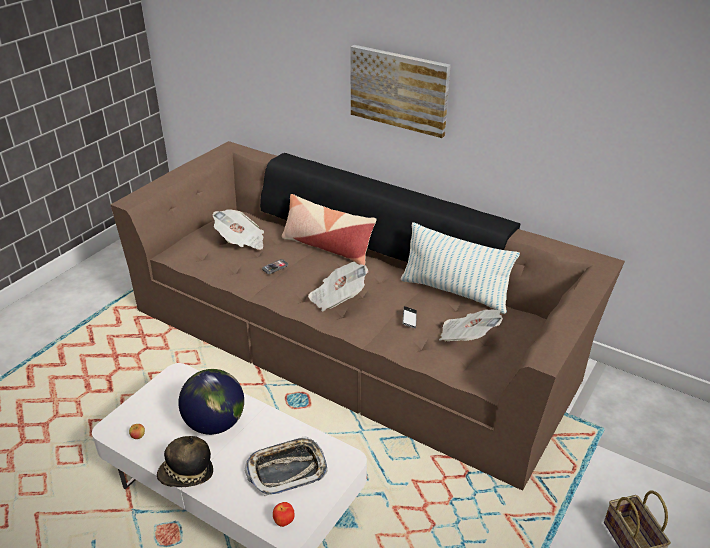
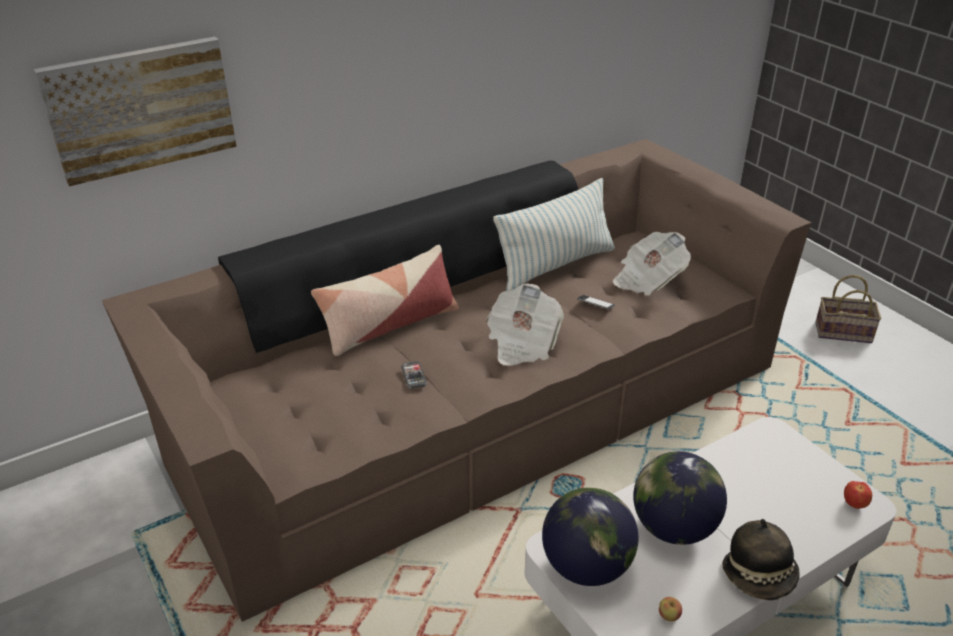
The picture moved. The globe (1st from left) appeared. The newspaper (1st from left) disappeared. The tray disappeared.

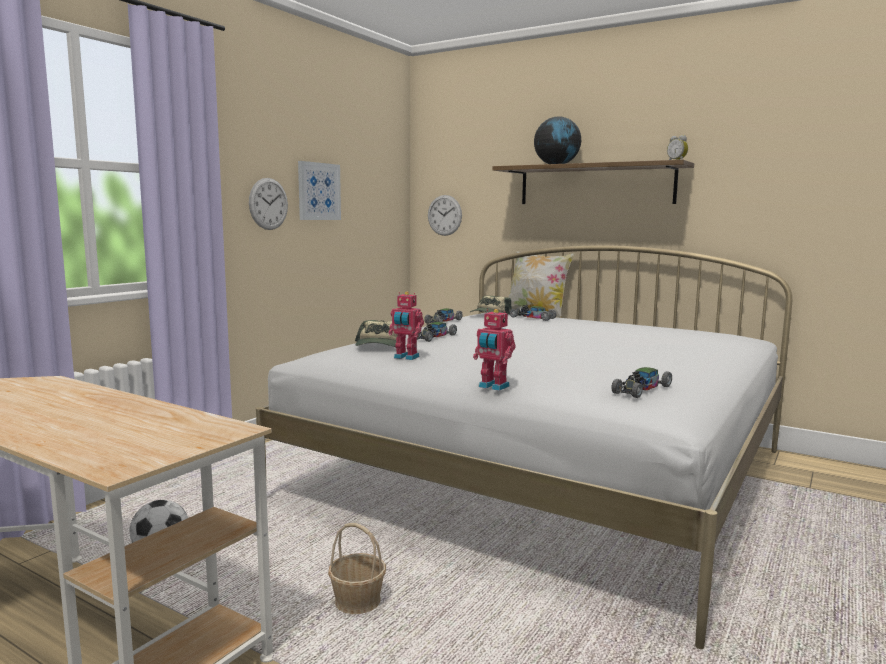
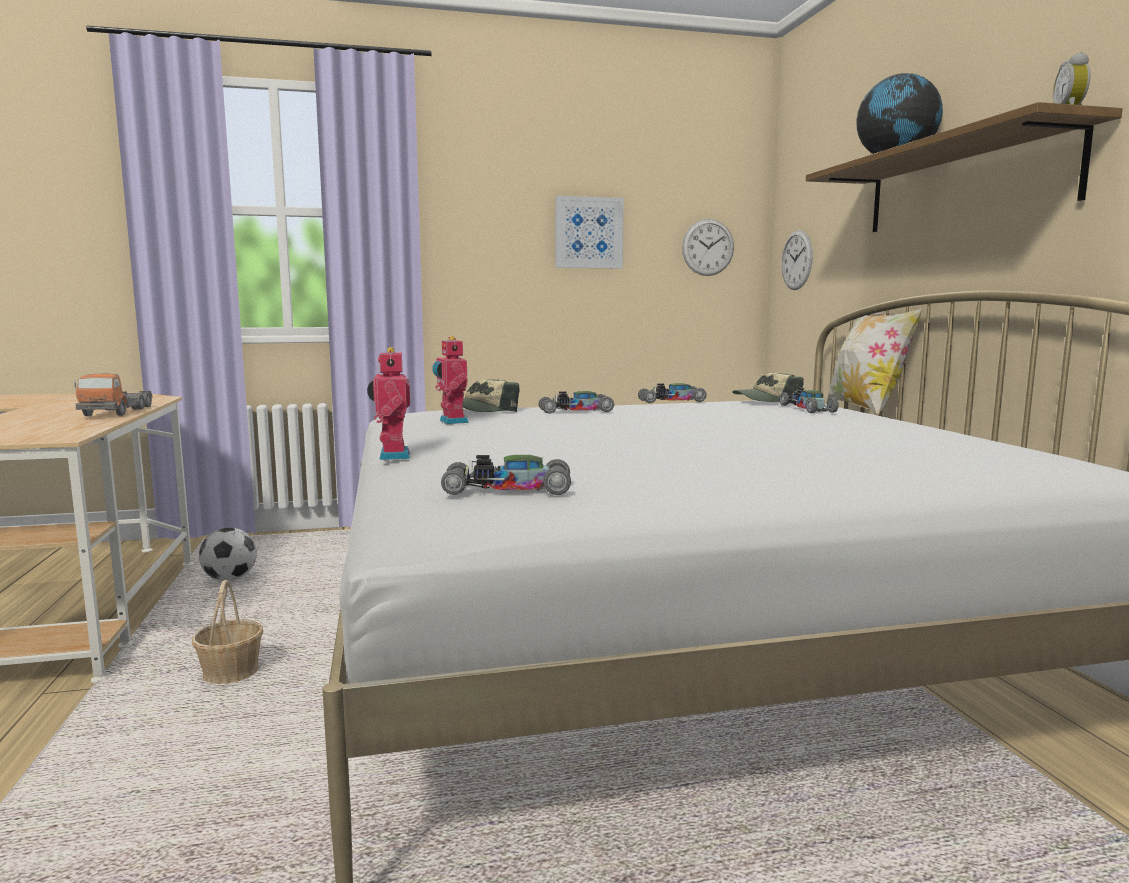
The toy truck appeared. The wall clock (1st from left) moved.

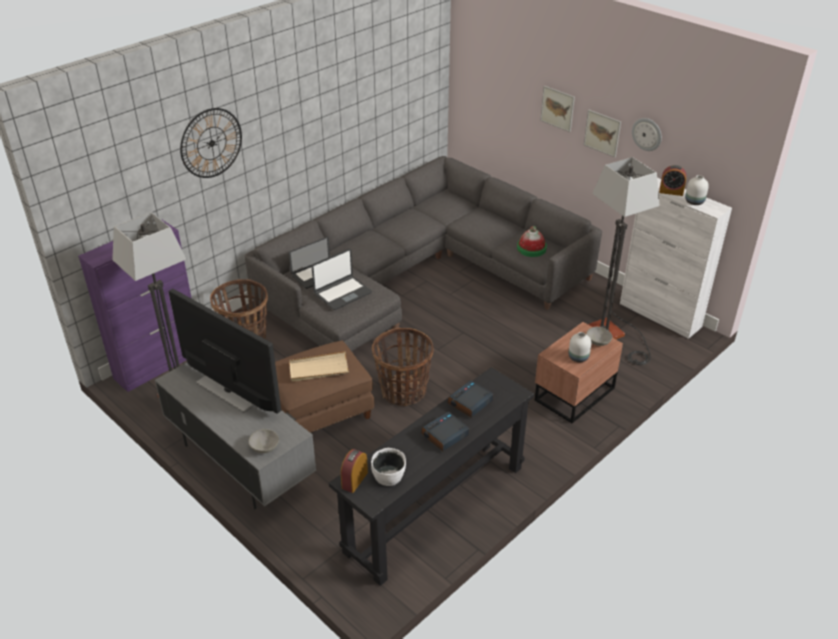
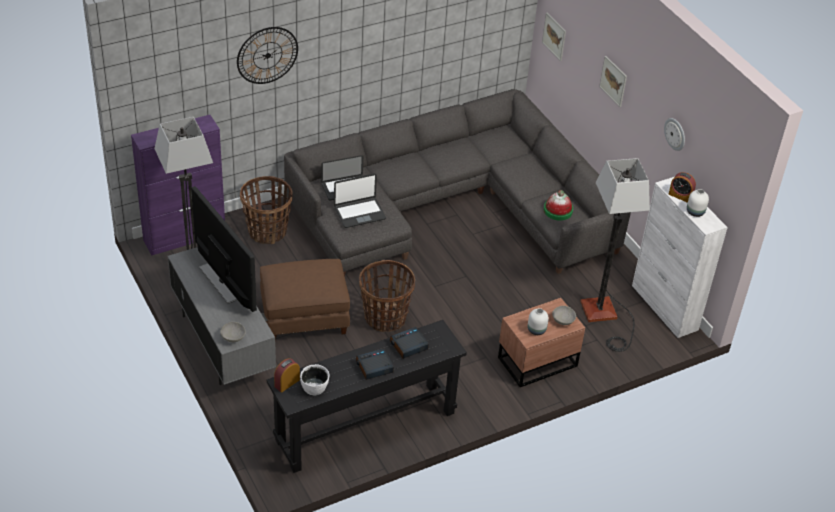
The picture (2nd from left in the first image) moved. The tray/beige disappeared.

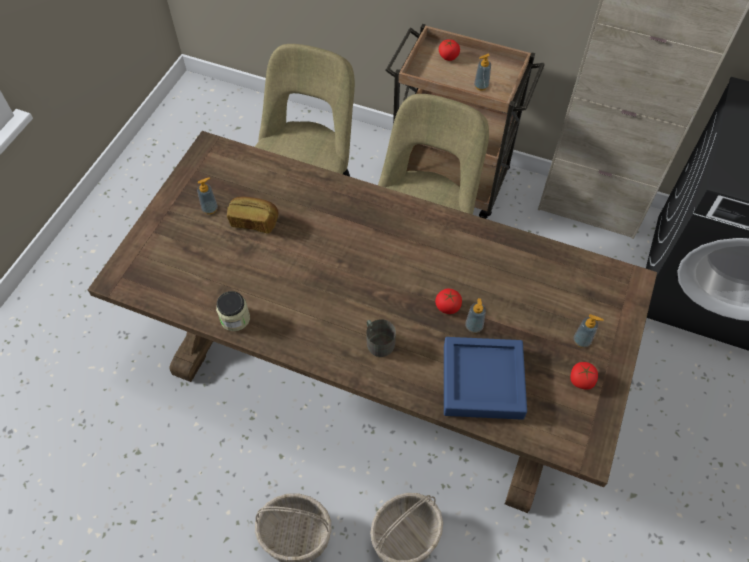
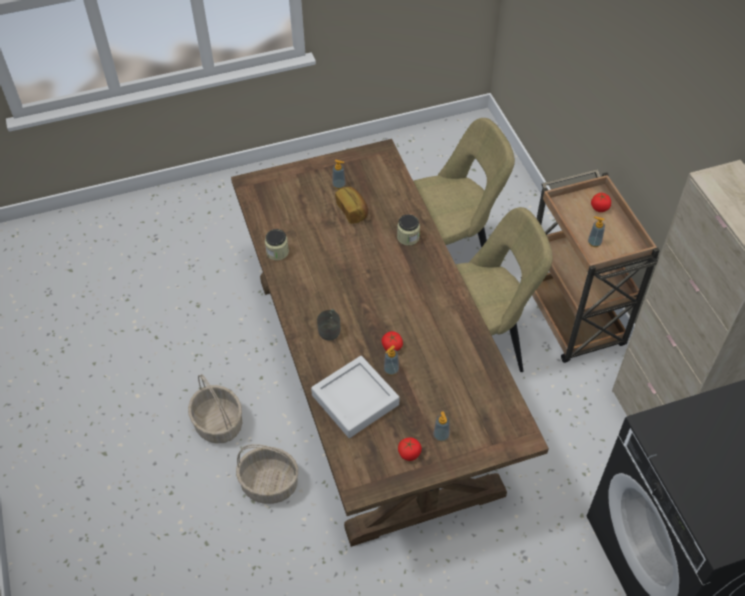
The tray/blue became the tray/grey. The jar (2nd from left) appeared.

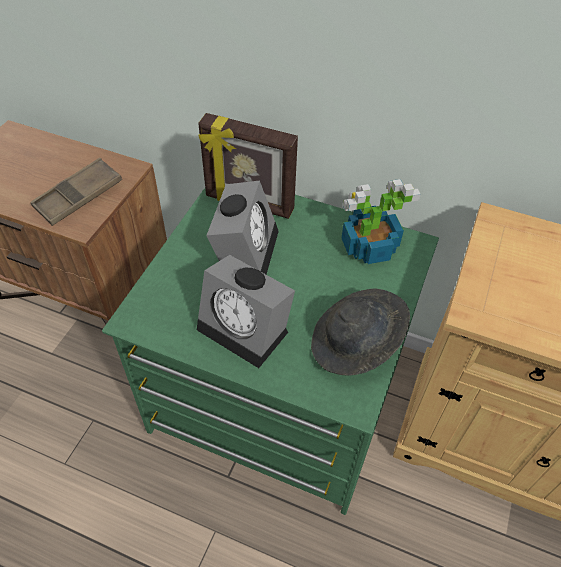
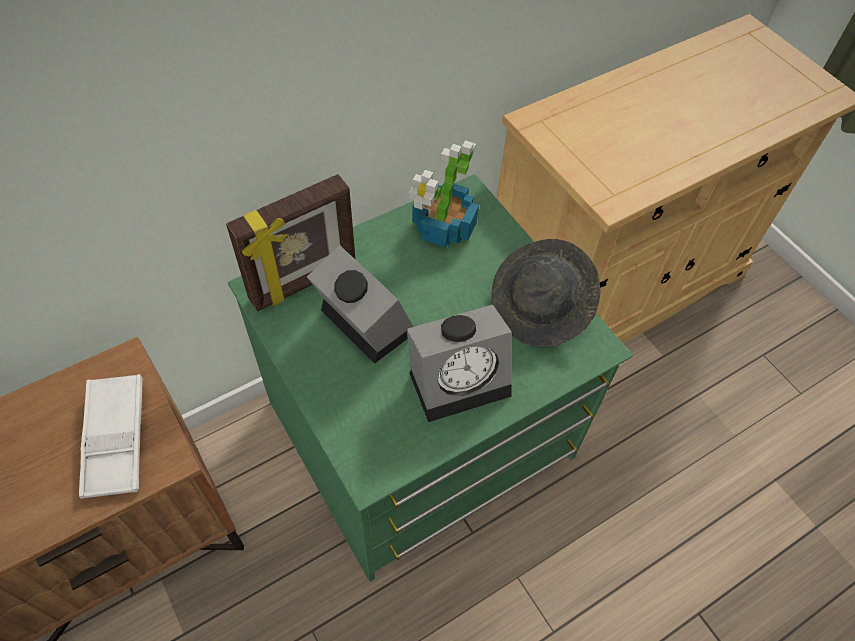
The tray/brown became the tray/white.

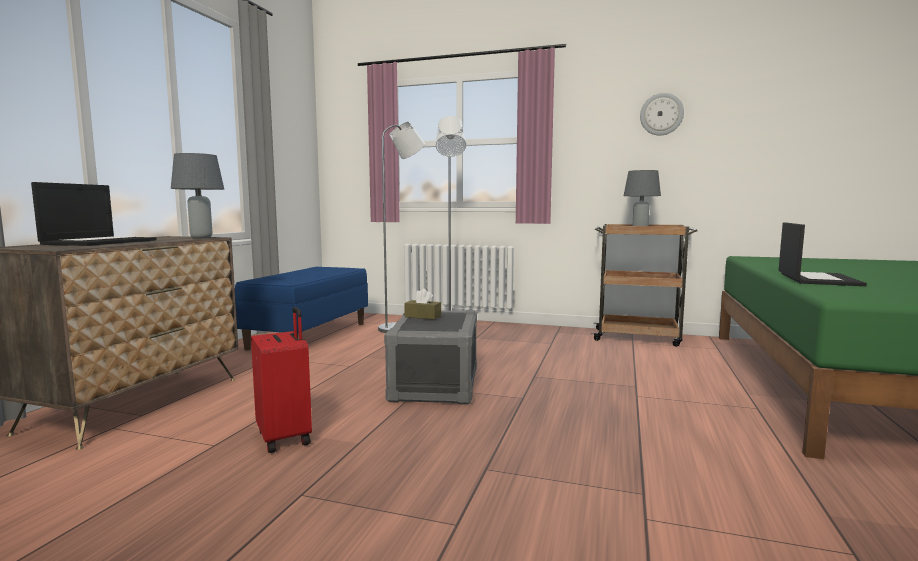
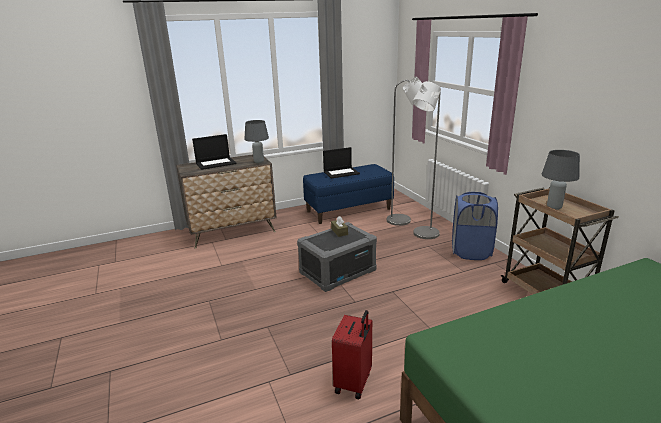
The laptop (2nd from left) moved. The suitcase/red moved. The laundry basket/blue appeared. The wall clock disappeared.

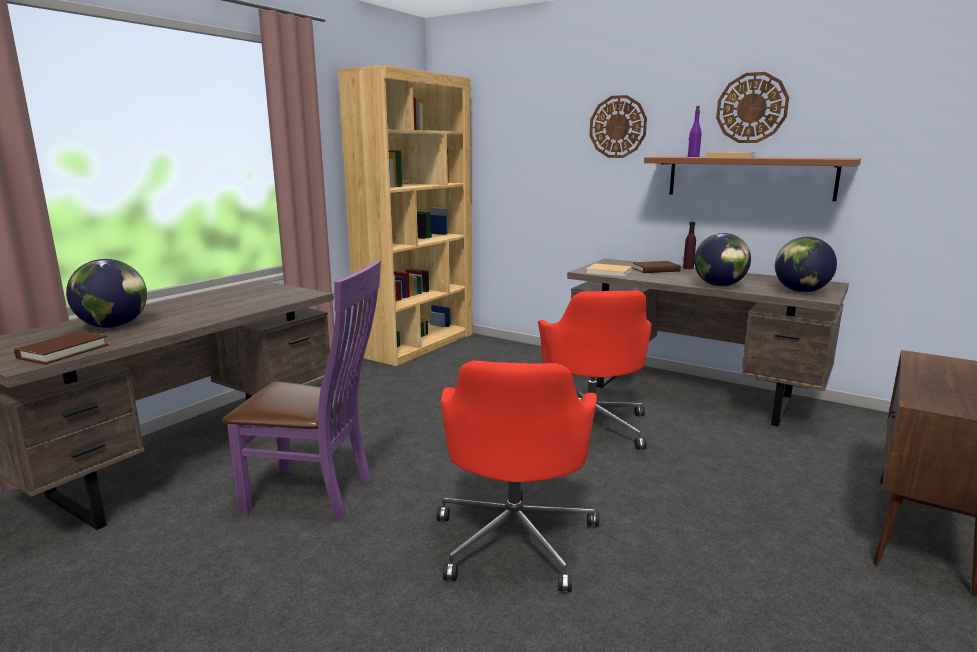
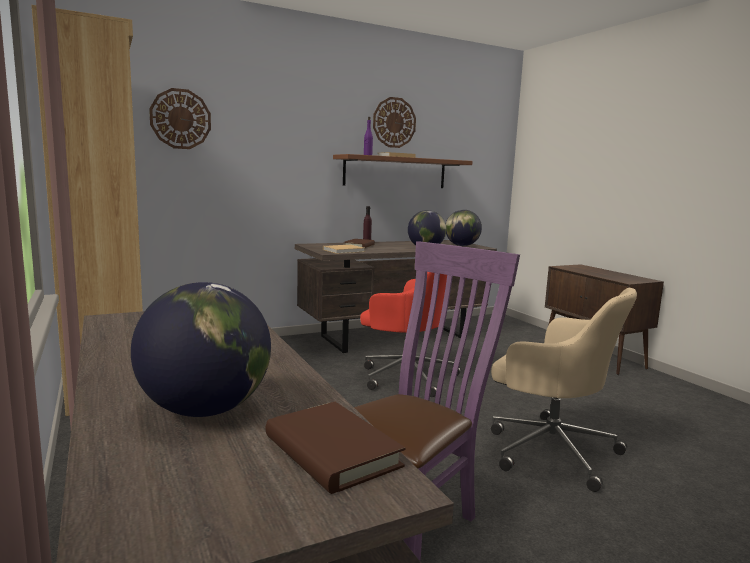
The wall clock (1st from left) moved. The office chair/red (1st from left) became the office chair/beige.

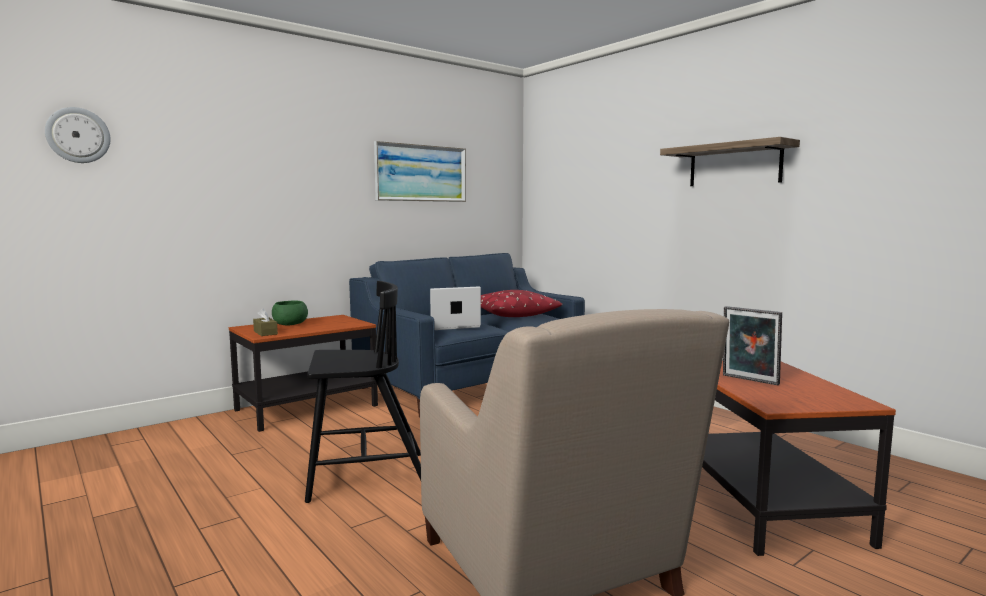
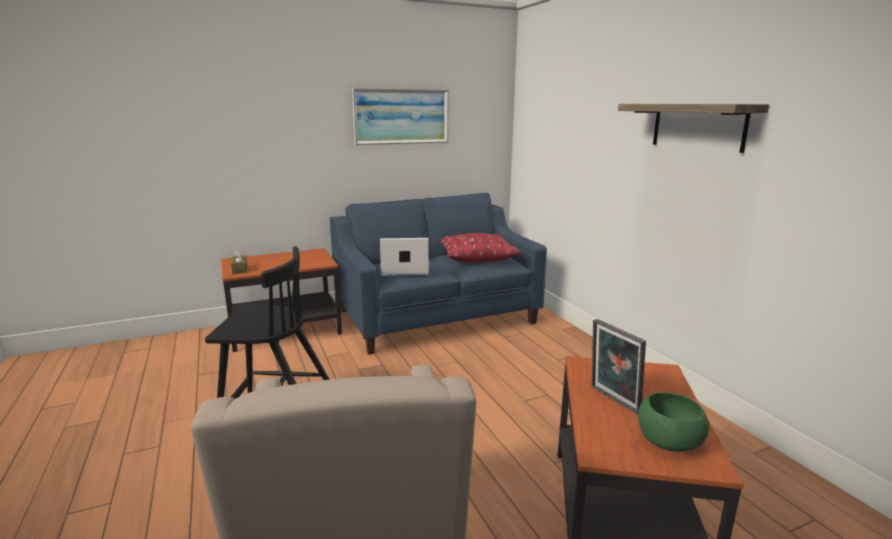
The bowl/green moved. The wall clock disappeared.

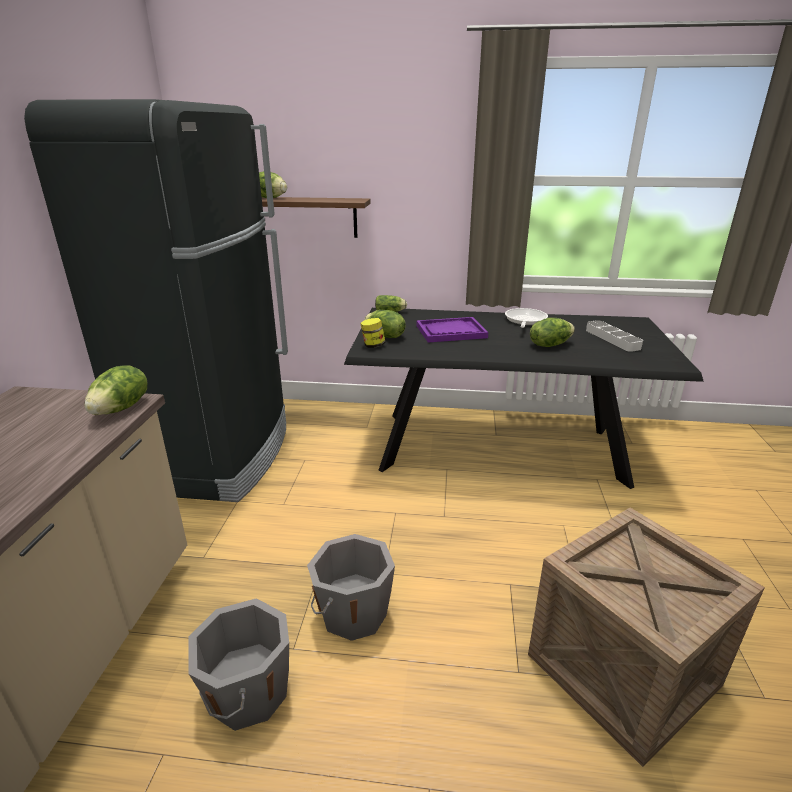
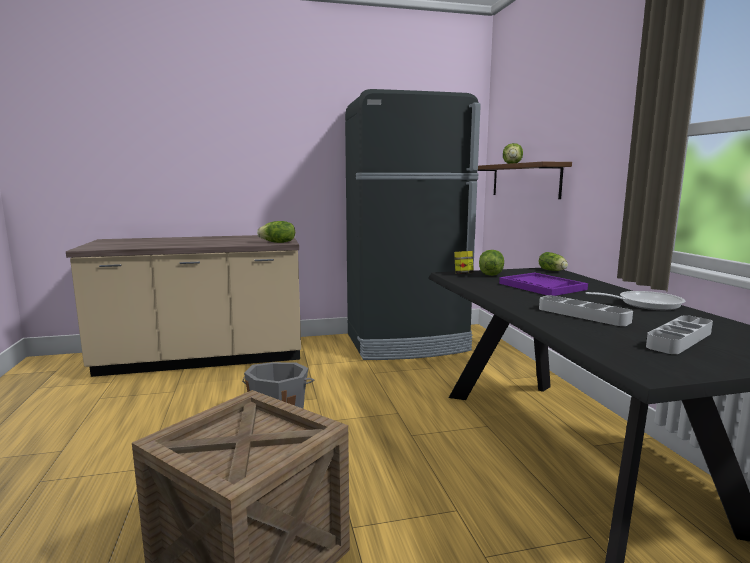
The lettuce (5th from left) was replaced by the tray/grey (1st from left). The bucket/grey (1st from left) disappeared.

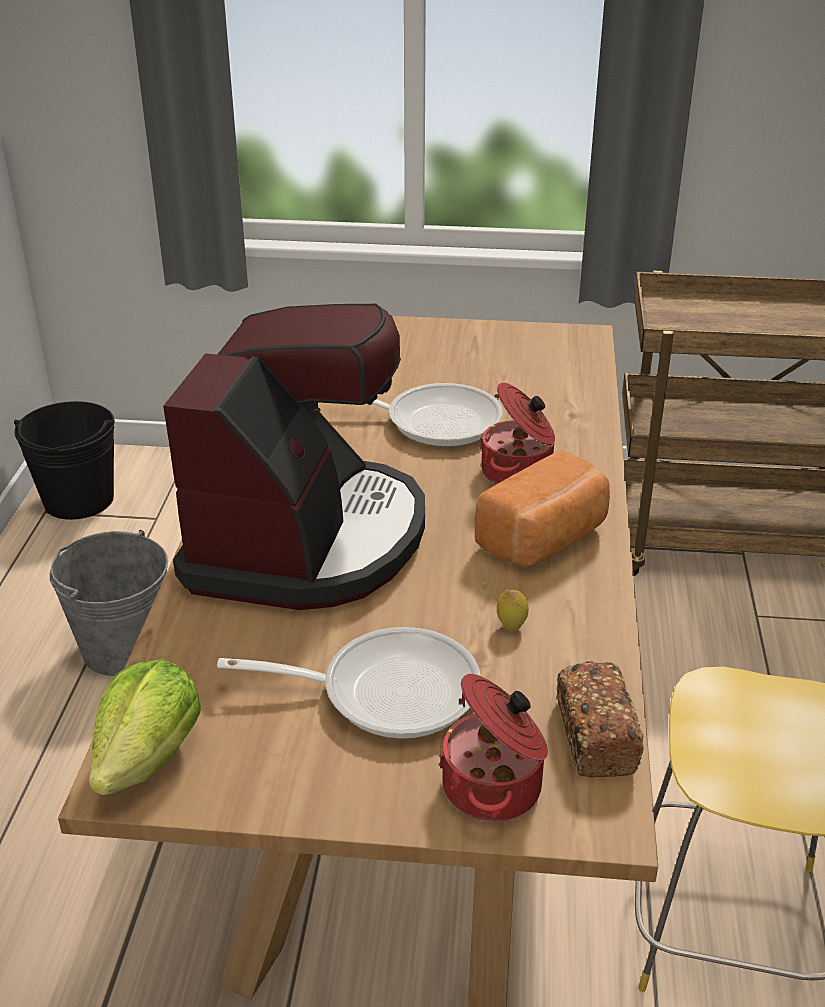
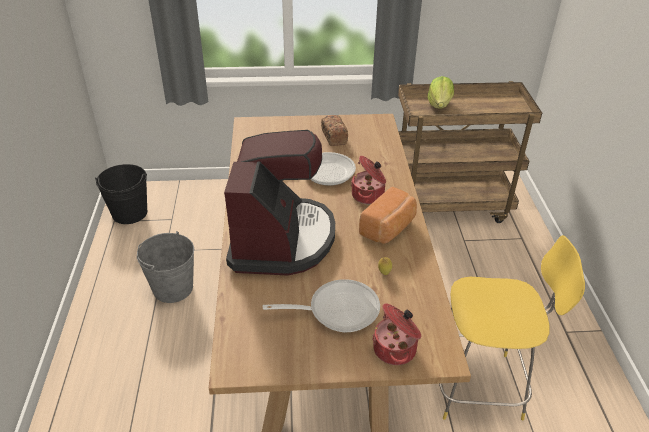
The bread (2nd from left in the first image) moved. The lettuce moved.

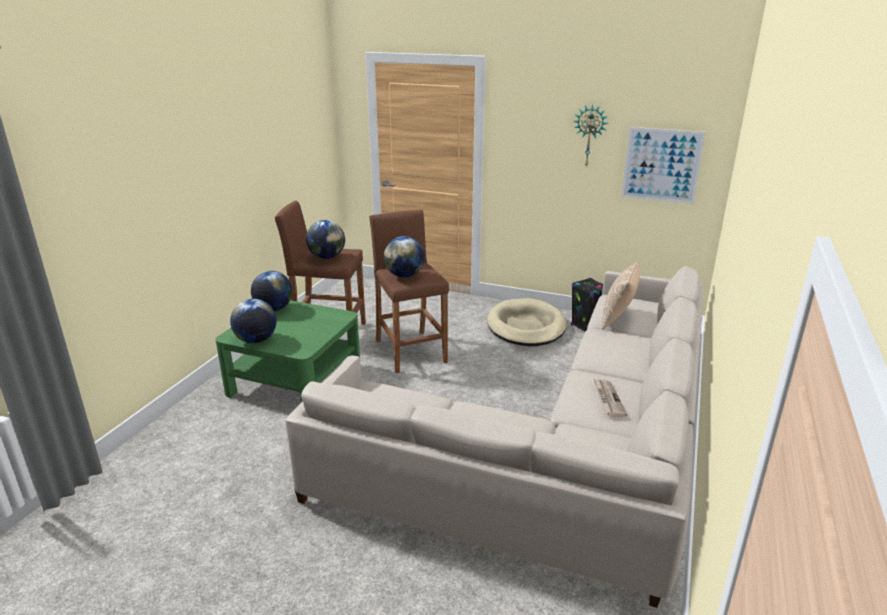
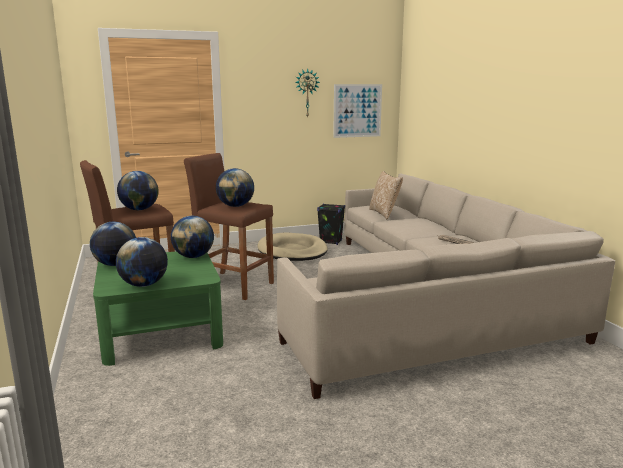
The globe (4th from left) appeared.

